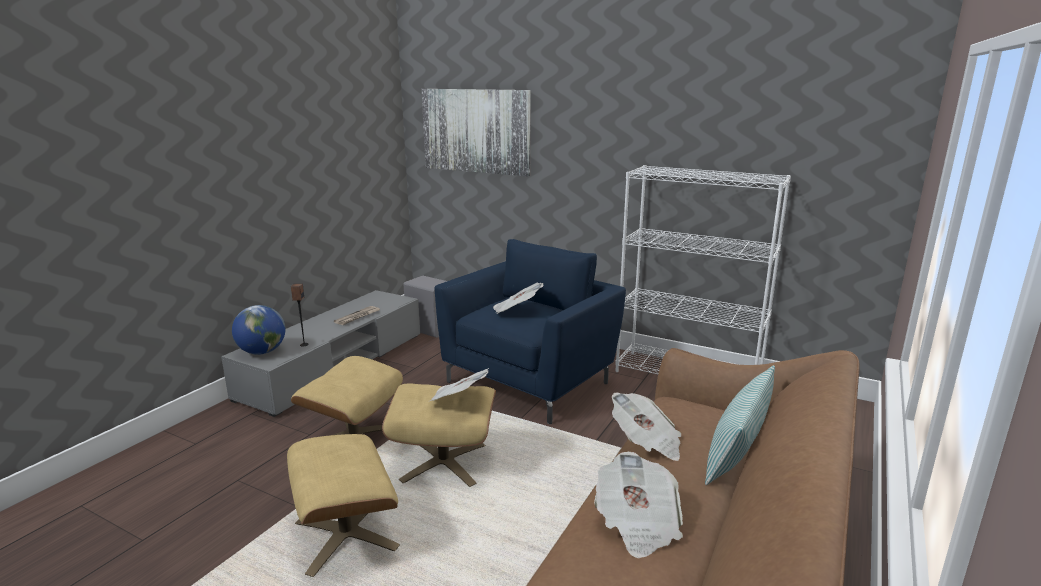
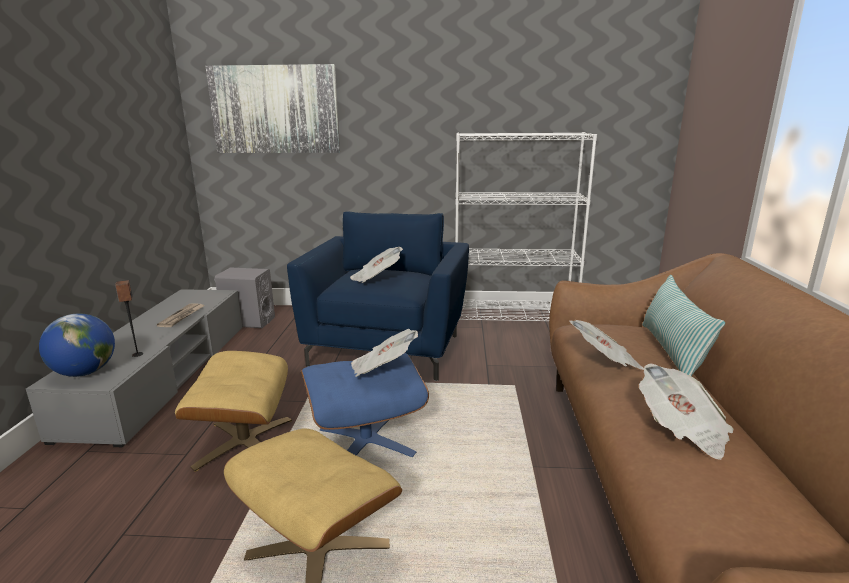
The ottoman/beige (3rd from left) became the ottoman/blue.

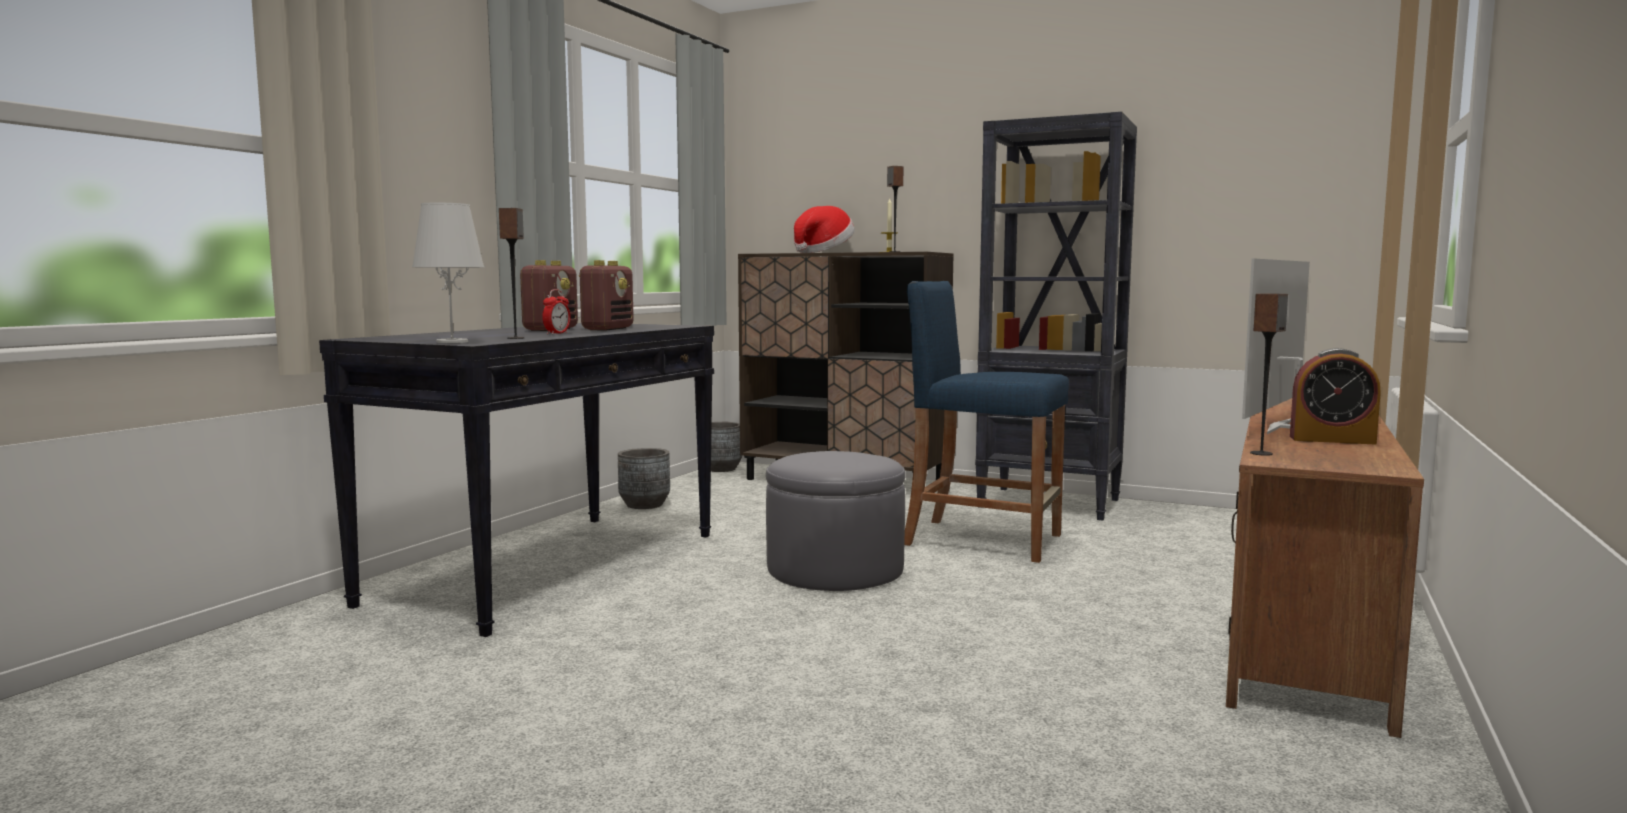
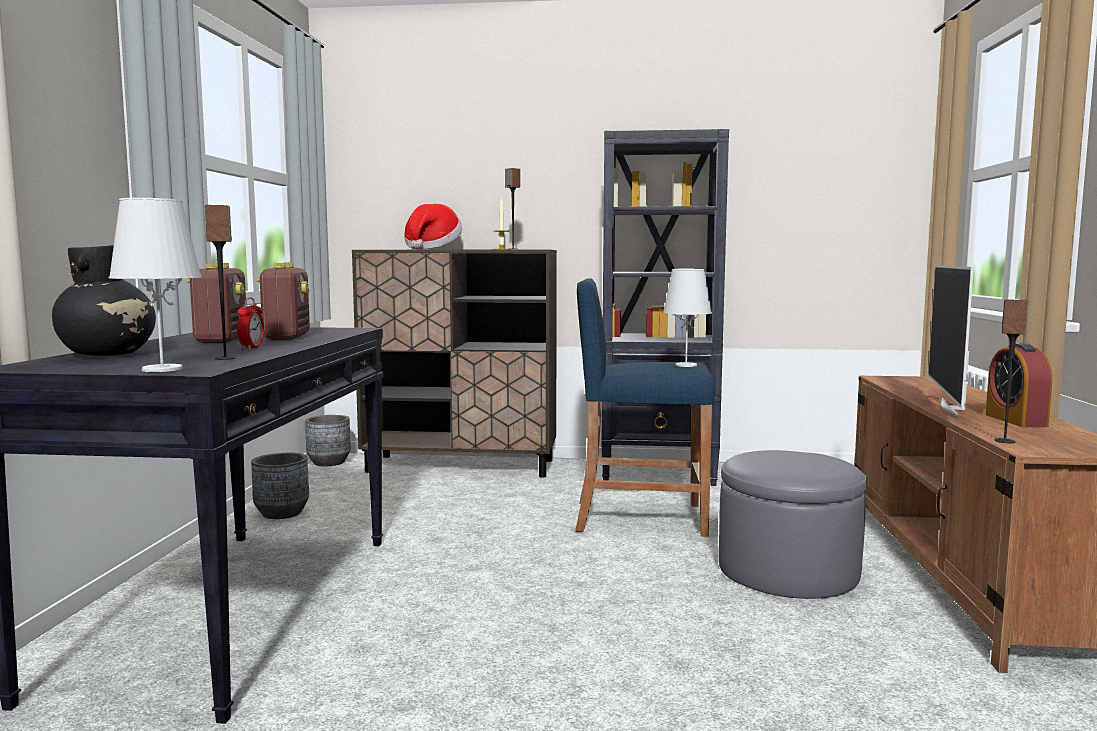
The vase/black appeared. The table lamp/white (2nd from left) appeared. The ottoman/grey moved. The alarm clock (2nd from left) turned 90 degrees clockwise.

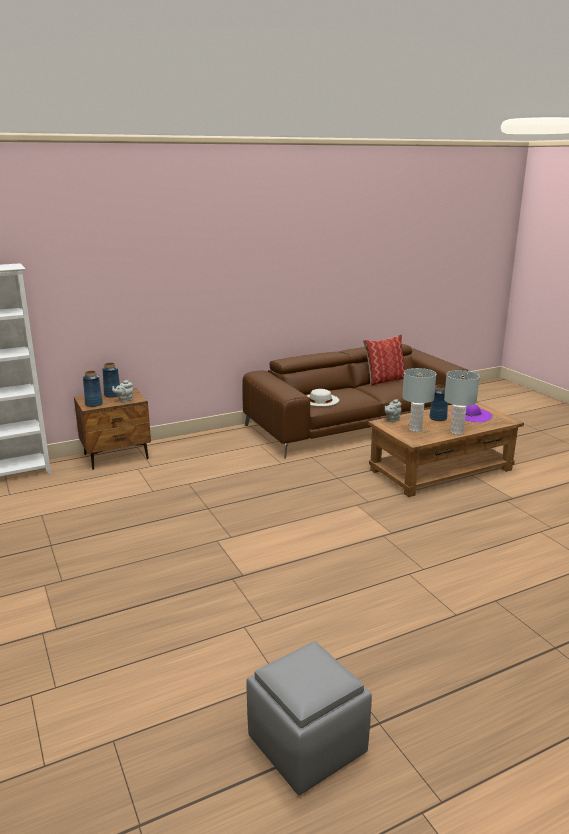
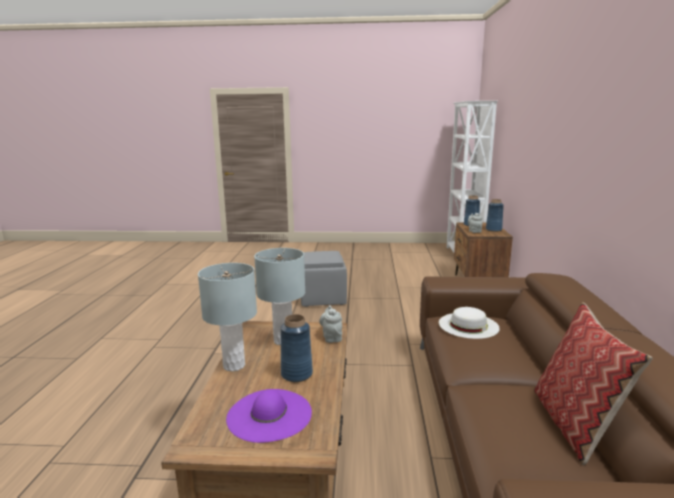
The ottoman/grey moved.

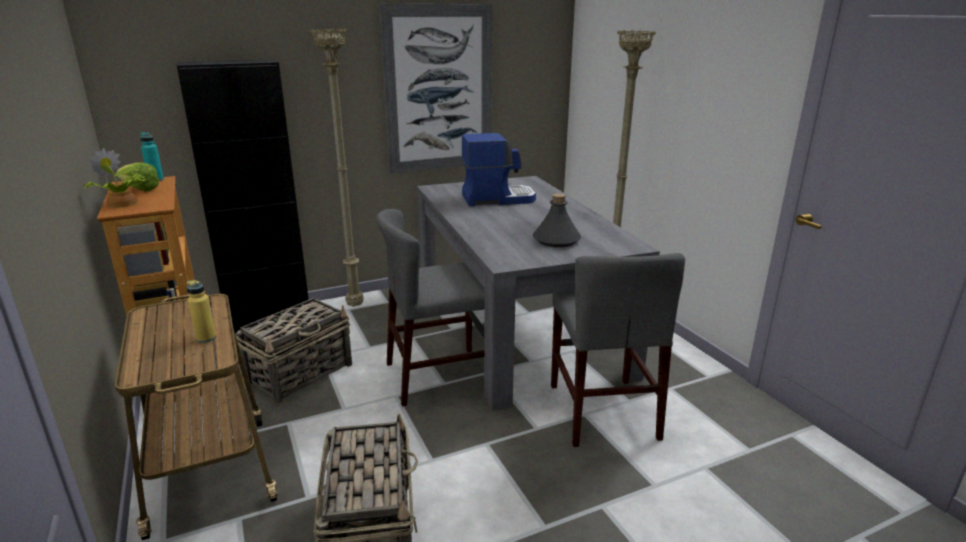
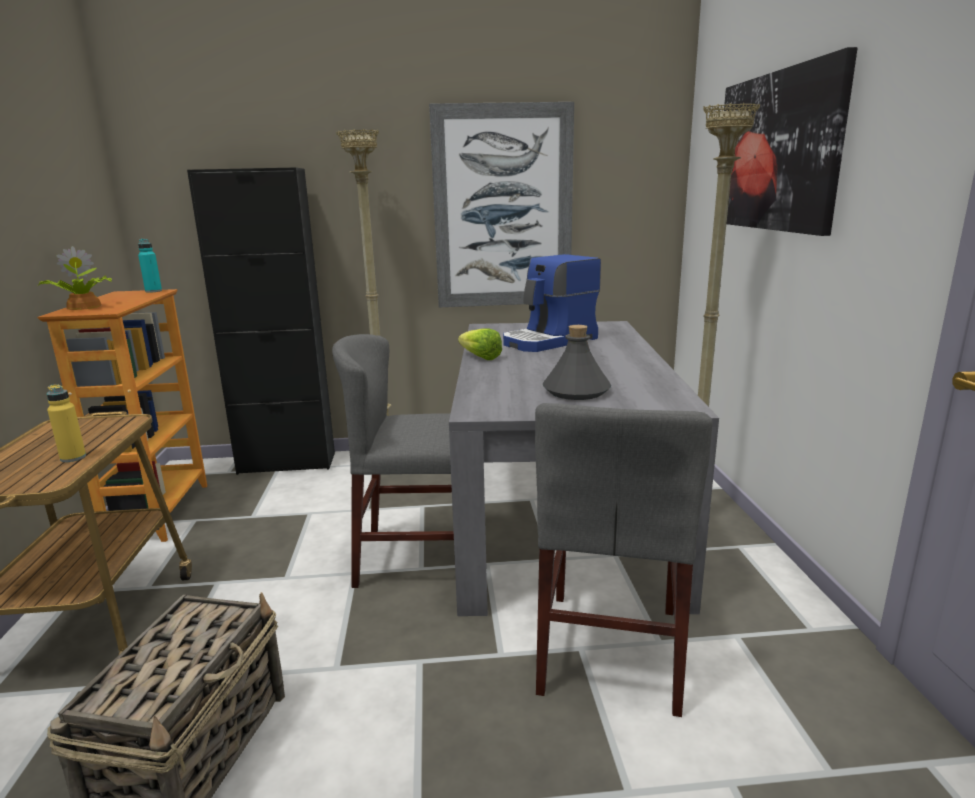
The lettuce moved. The coffee machine turned 135 degrees clockwise. The picture (2nd from left) appeared. The basket (1st from left) disappeared.

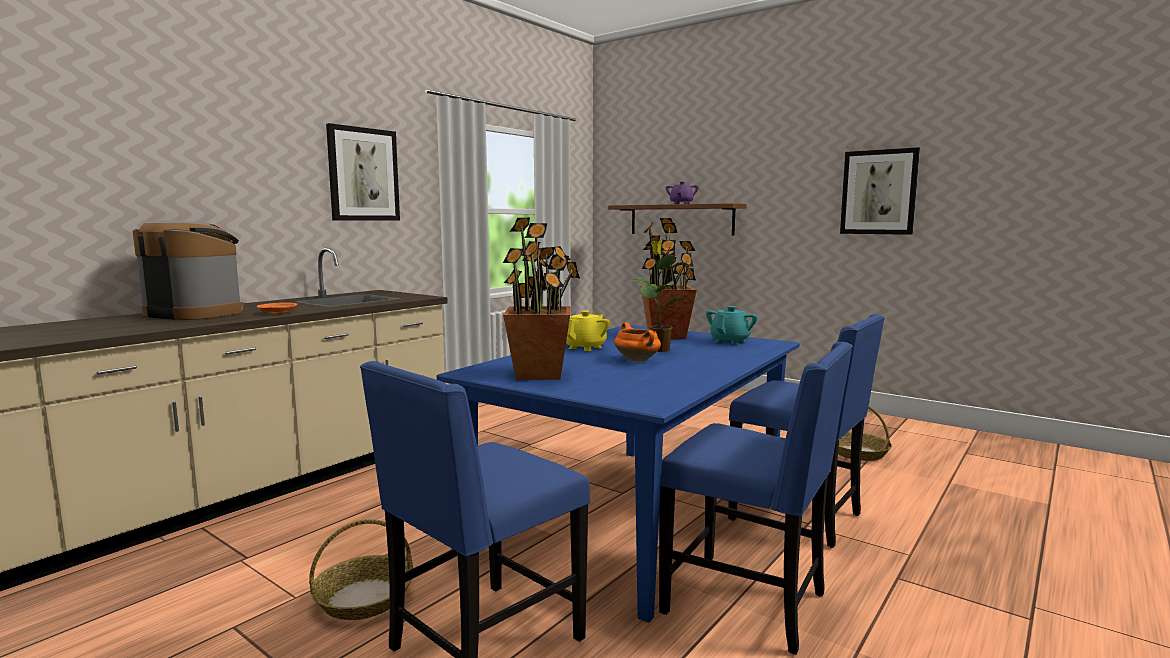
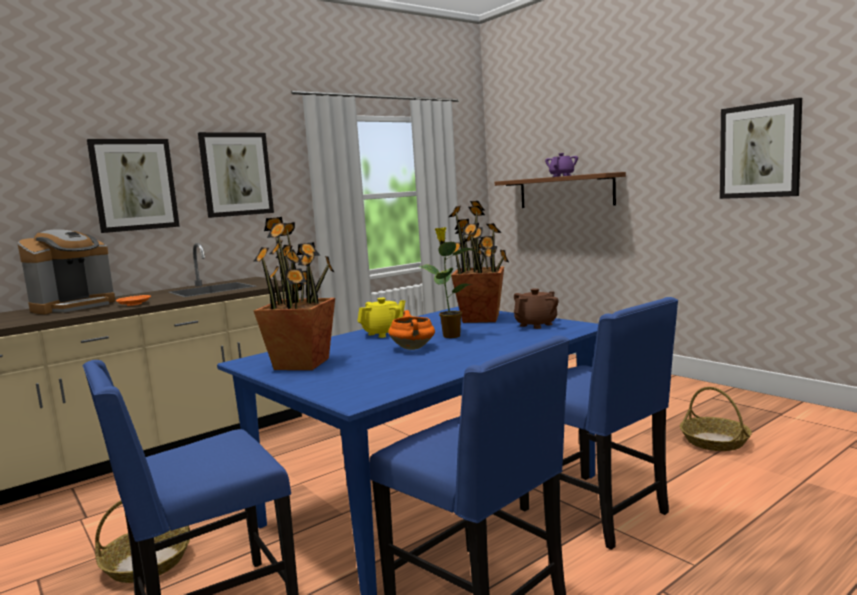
The coffee machine turned 90 degrees clockwise. The picture (1st from left) appeared. The teapot/turquoise became the teapot/brown.

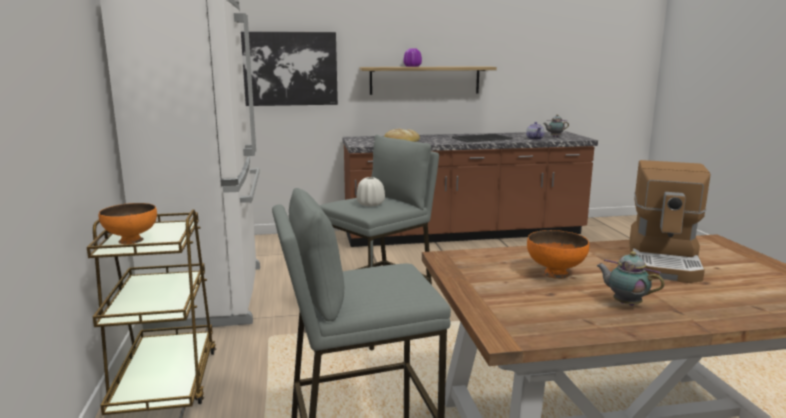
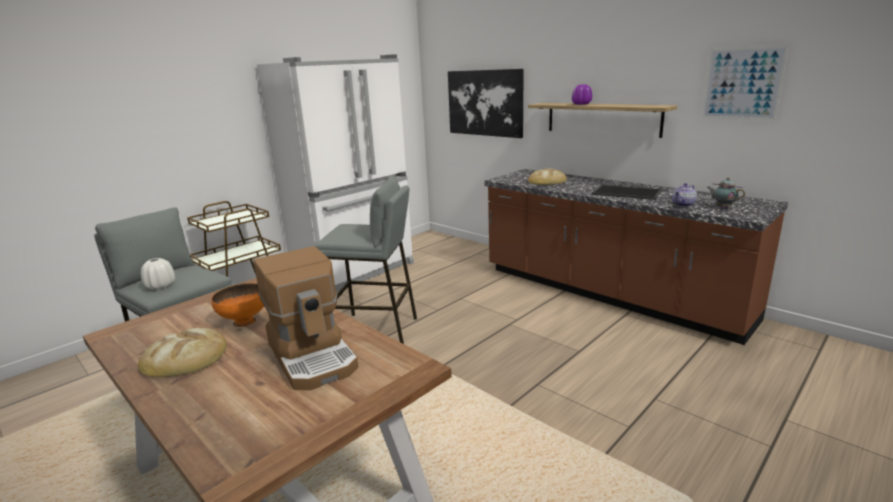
The teapot (3rd from left) was replaced by the bread (1st from left). The vase/white moved. The coffee machine turned 105 degrees counterclockwise. The picture (2nd from left) appeared. The bowl/orange (1st from left) disappeared.

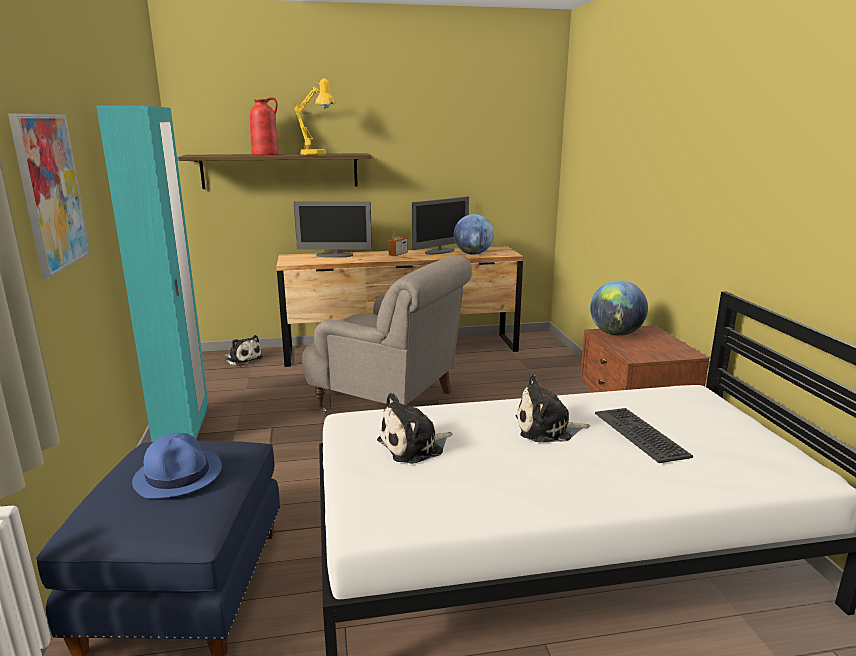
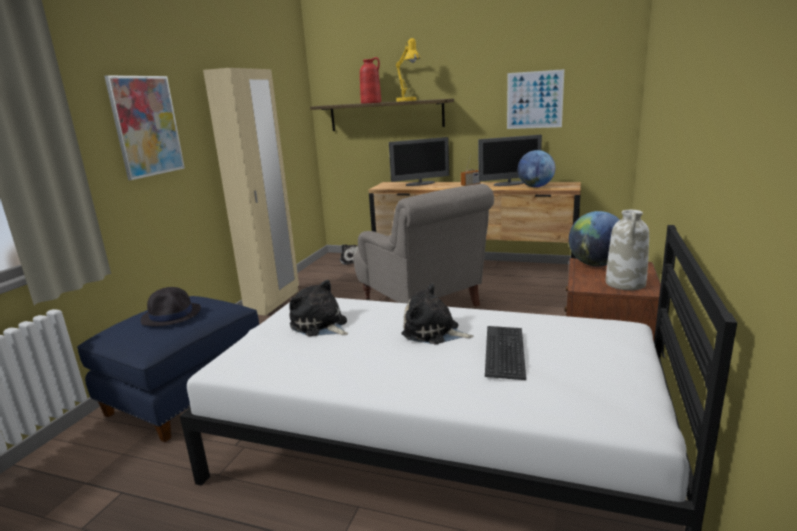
The hat/blue became the hat/black. The wardrobe/turquoise became the wardrobe/beige. The plush toy (2nd from left in the first image) turned 45 degrees clockwise. The monitor (1st from left) turned 45 degrees counterclockwise. The picture (2nd from left) appeared. The vase/white appeared.

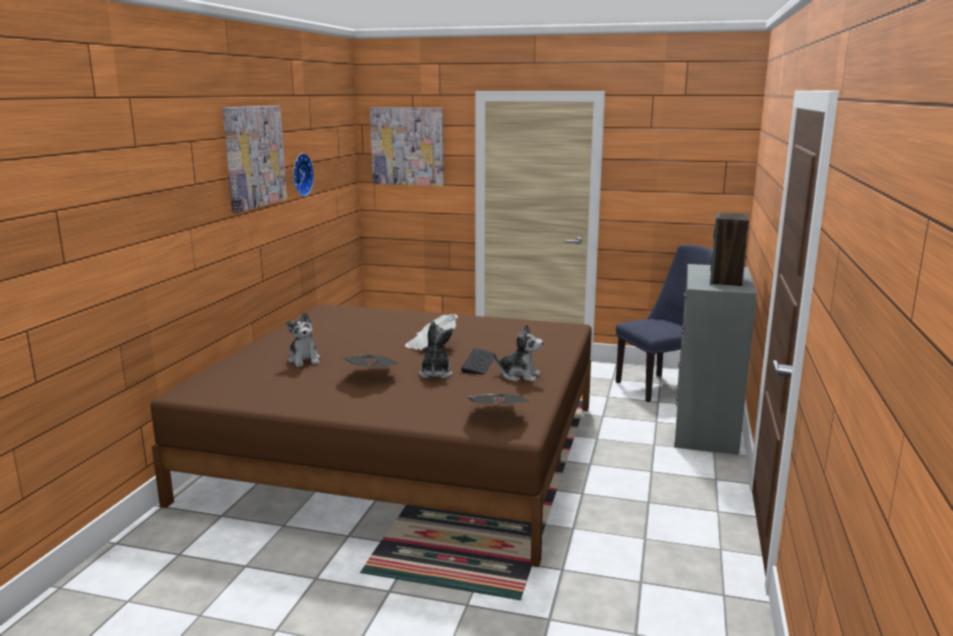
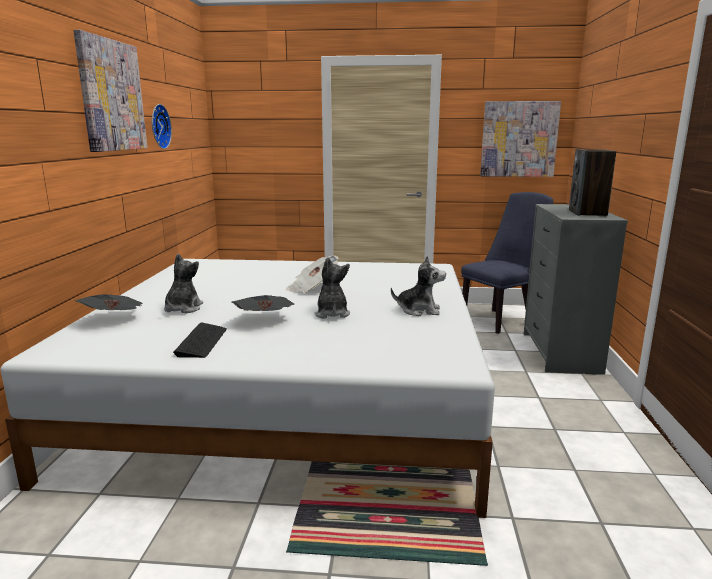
The bed/brown became the bed/white. The newspaper (3rd from left in the first image) moved. The plush toy (1st from left) turned 135 degrees counterclockwise. The keyboard moved. The picture (2nd from left) moved.

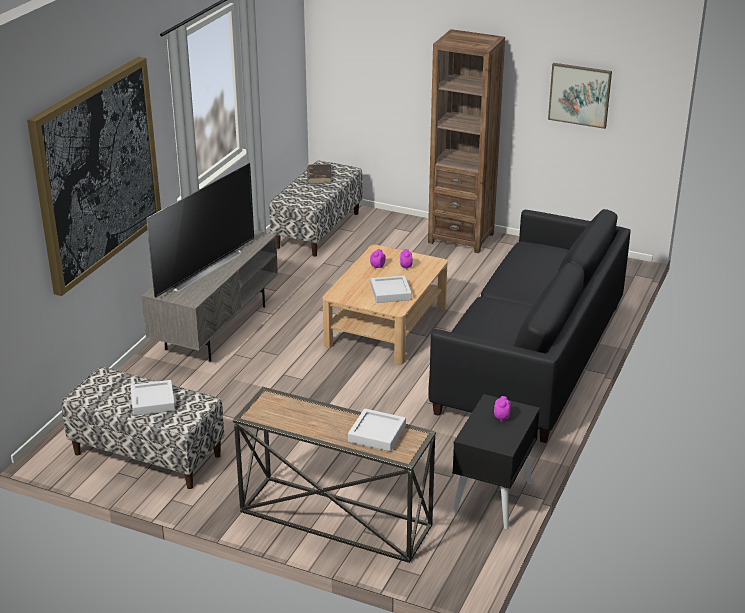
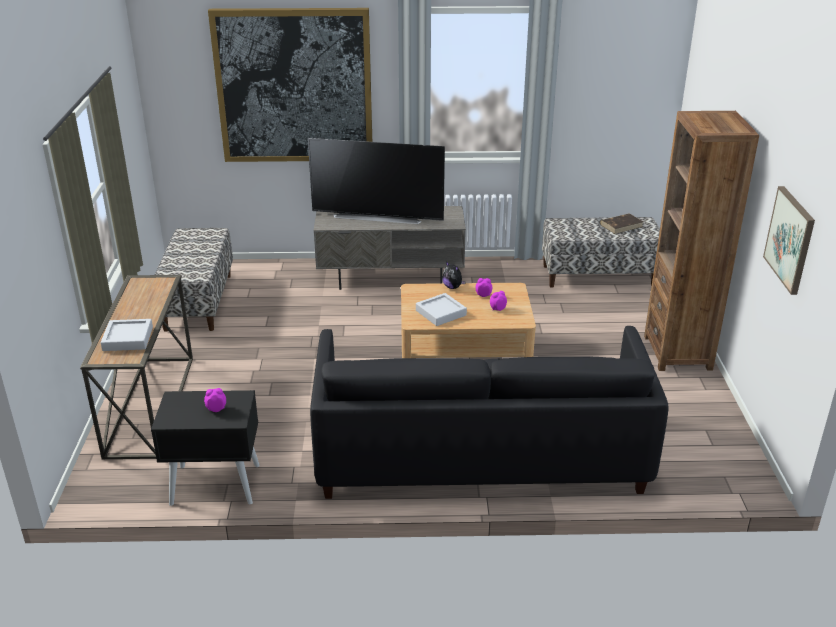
The plush toy appeared. The tray/grey (1st from left) disappeared.

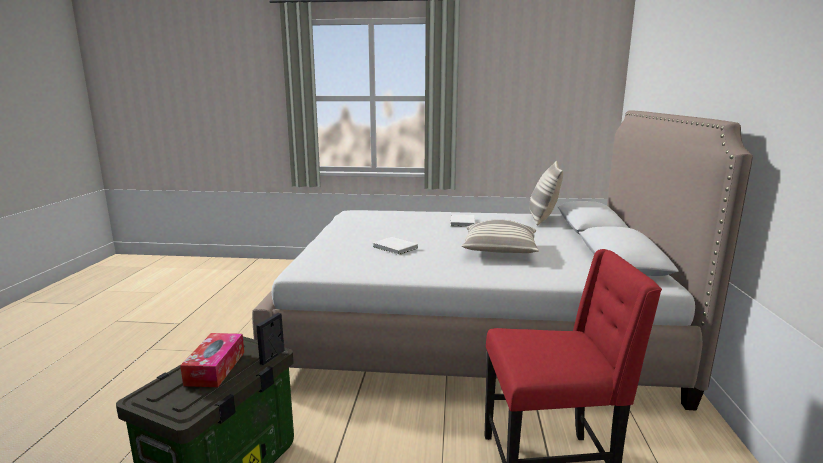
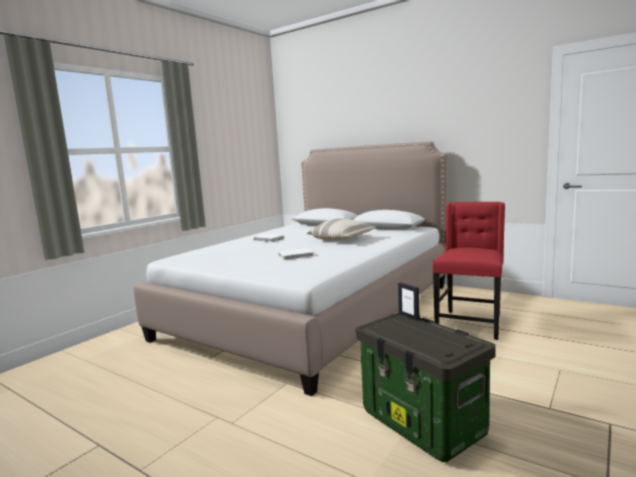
The tissue box disappeared. The pillow (2nd from left) disappeared.

